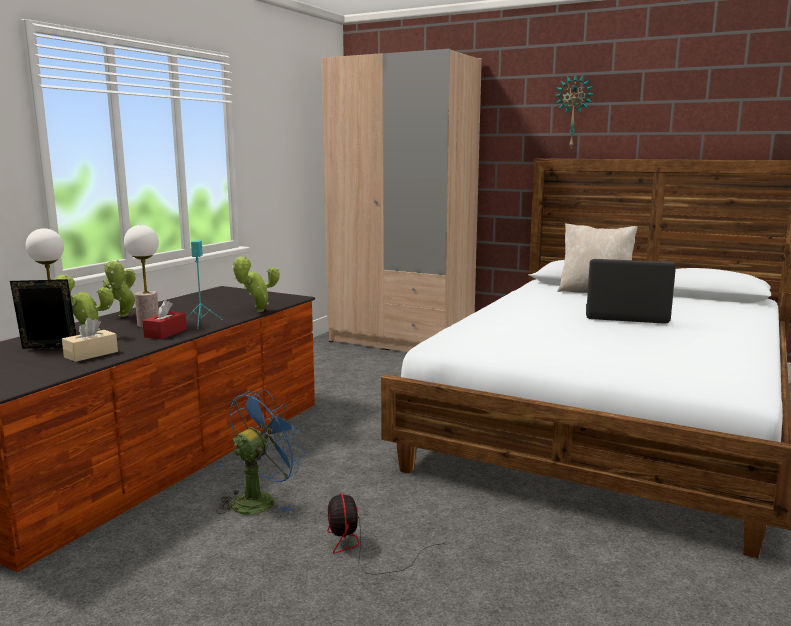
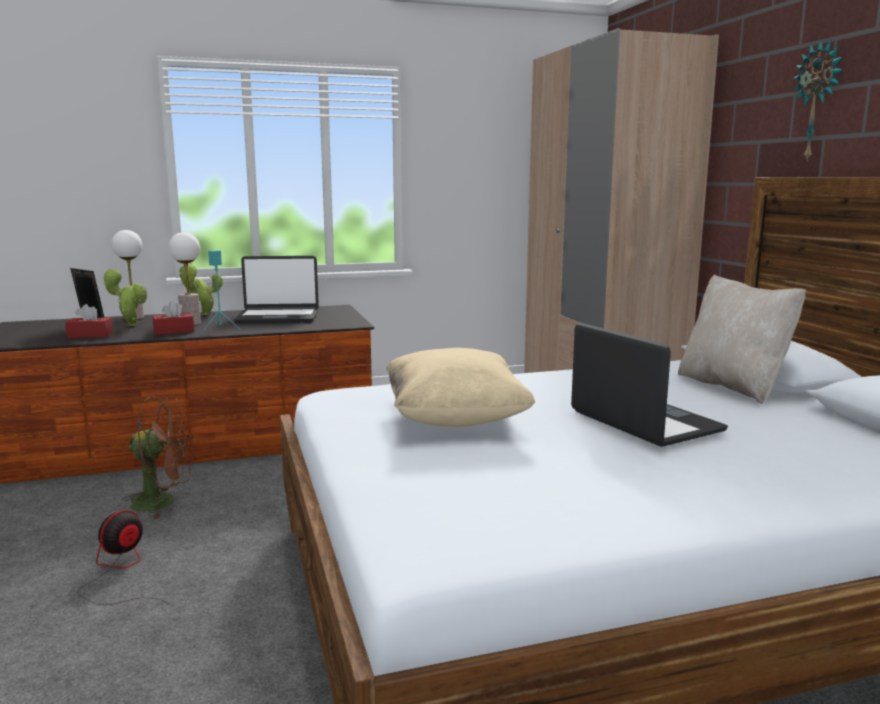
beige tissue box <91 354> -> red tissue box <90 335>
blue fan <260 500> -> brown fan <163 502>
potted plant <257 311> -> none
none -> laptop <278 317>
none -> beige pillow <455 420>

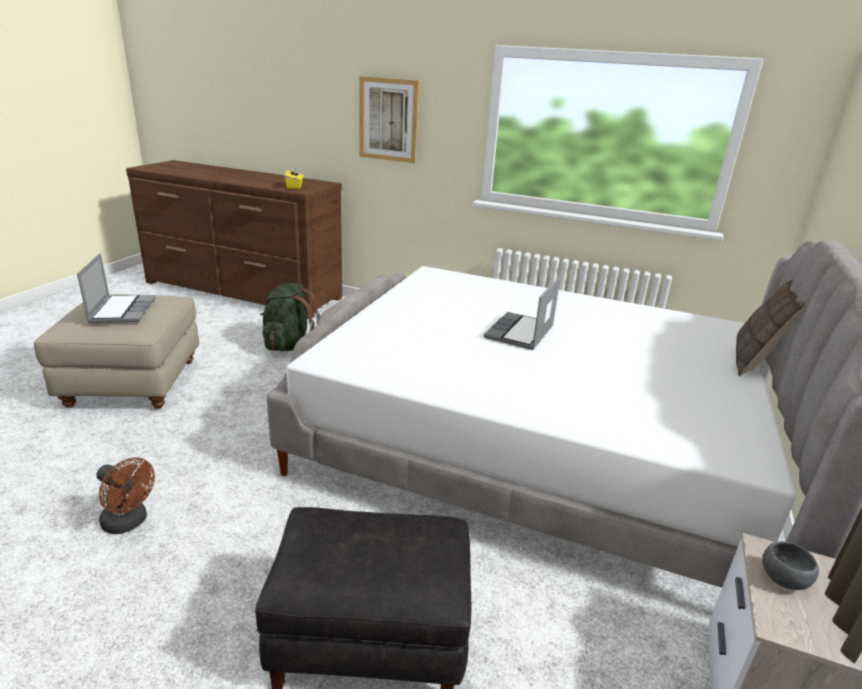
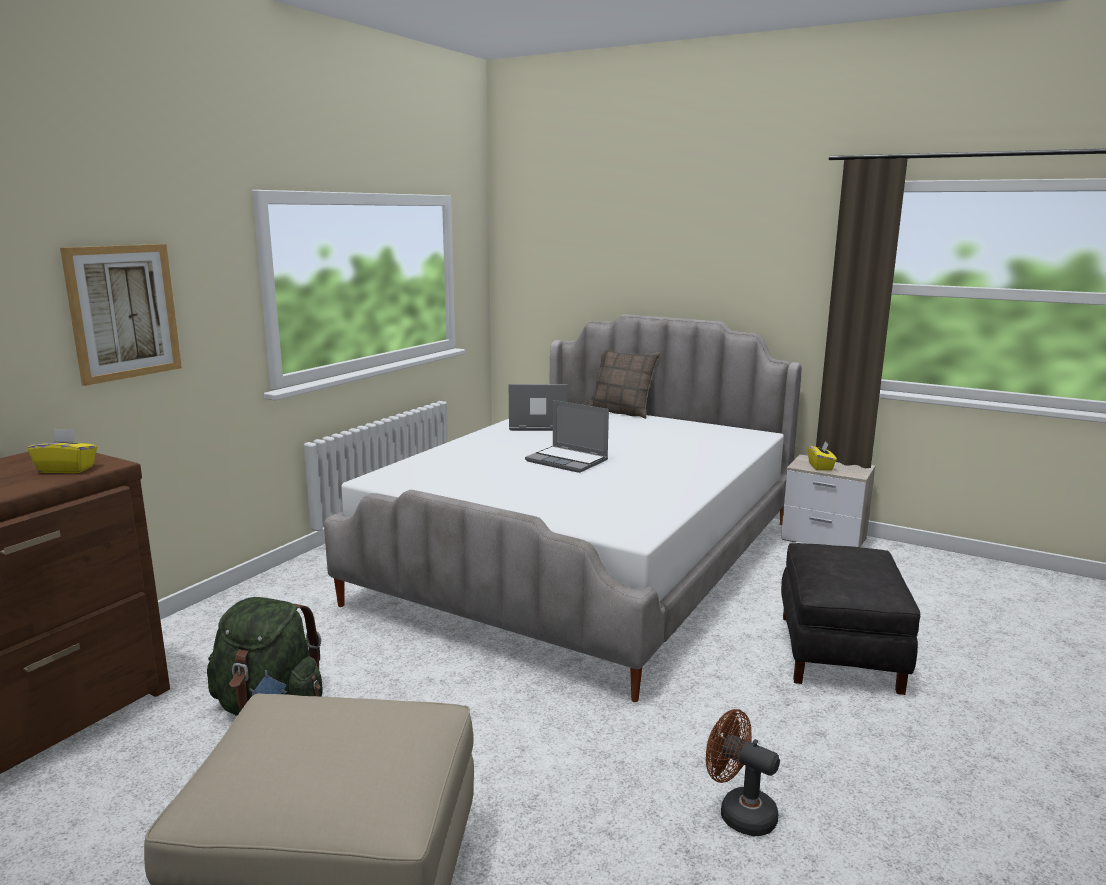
laptop <122 310> -> laptop <537 425>, moved
brown fan <129 522> -> brown fan <739 812>, 90 degrees counterclockwise
grey bowl <783 578> -> yellow tissue box <821 467>

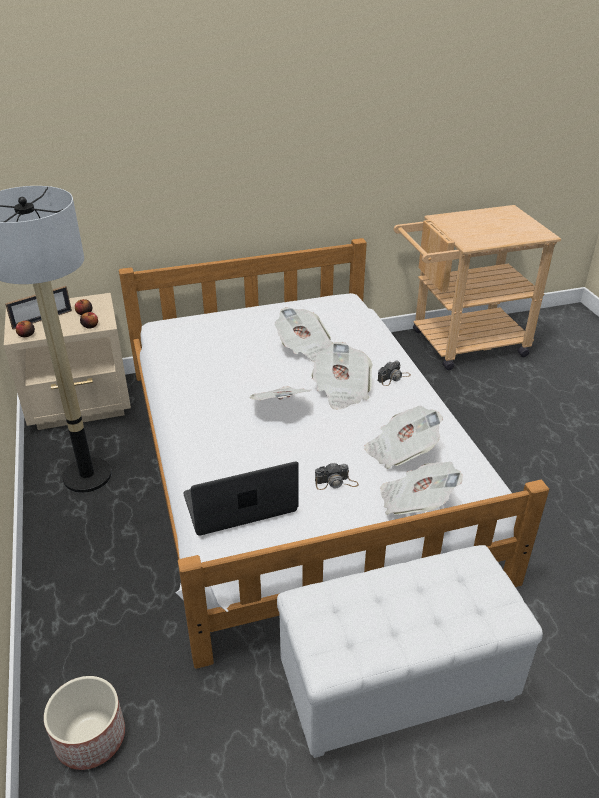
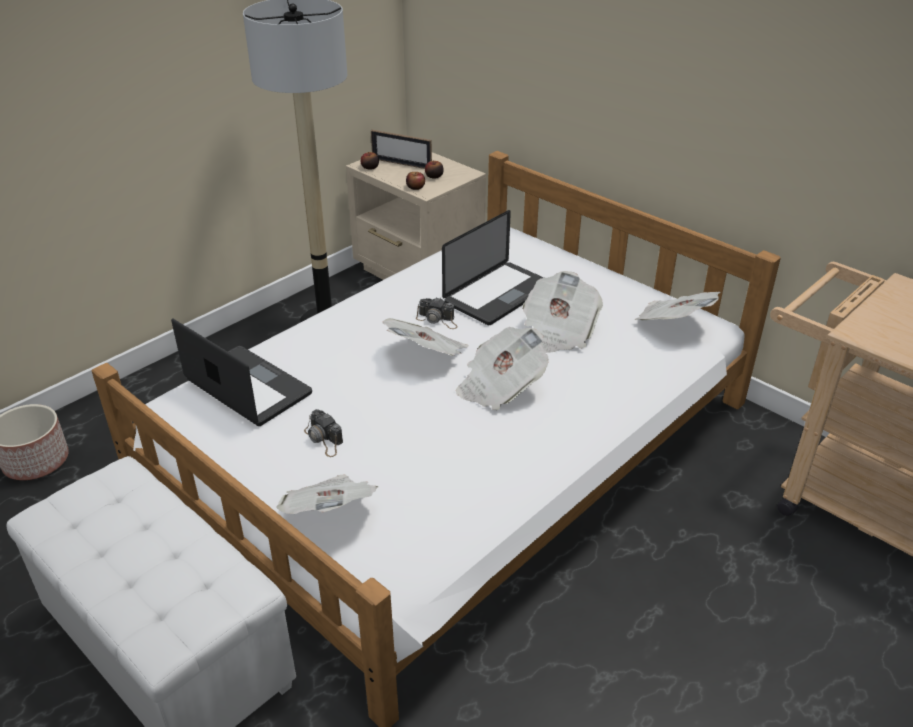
newspaper <401 451> -> newspaper <673 323>, moved
photo camera <393 377> -> photo camera <437 320>, moved
none -> laptop <498 295>

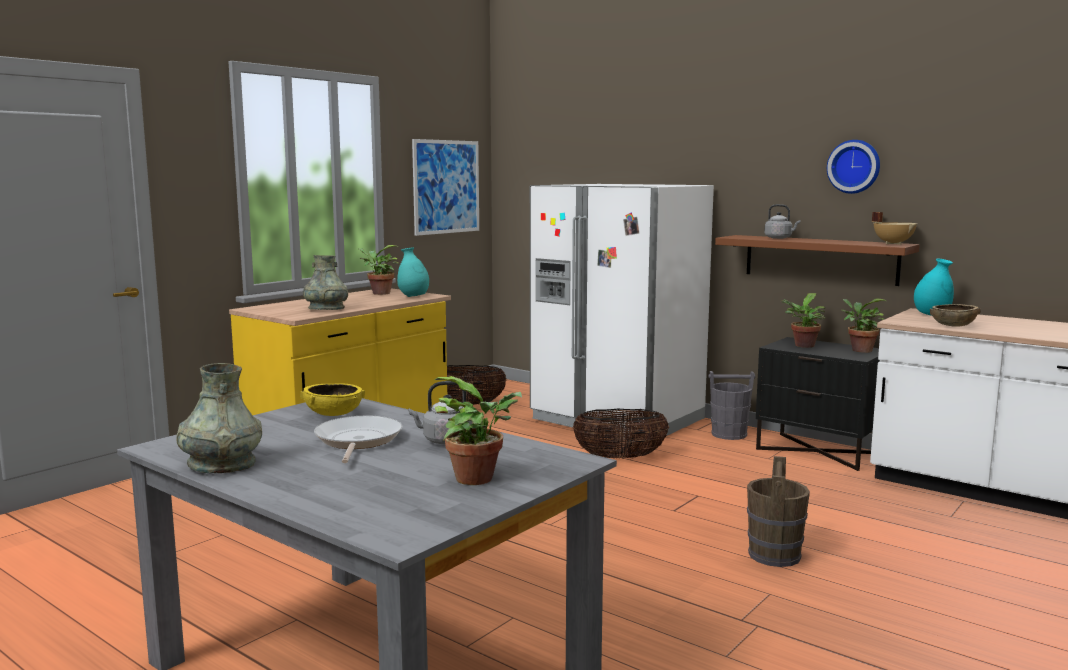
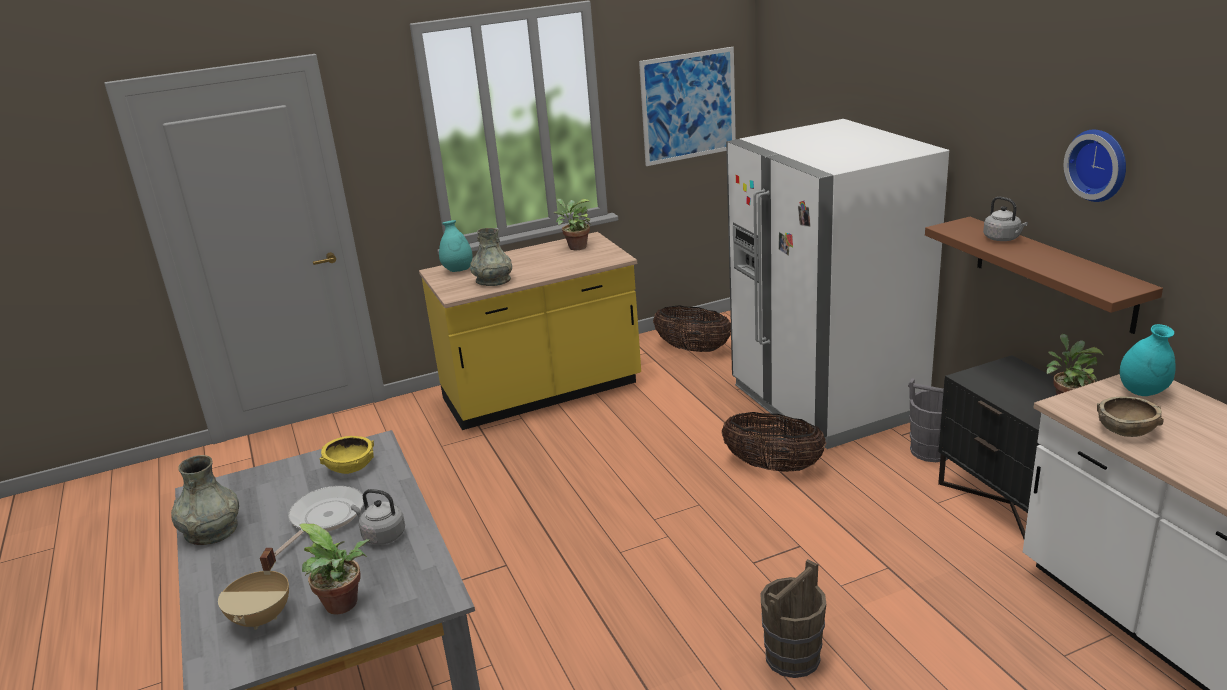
turquoise vase <413 297> -> turquoise vase <458 271>, moved
potted plant <803 346> -> none
beige cooking pot <893 243> -> beige cooking pot <263 618>, moved

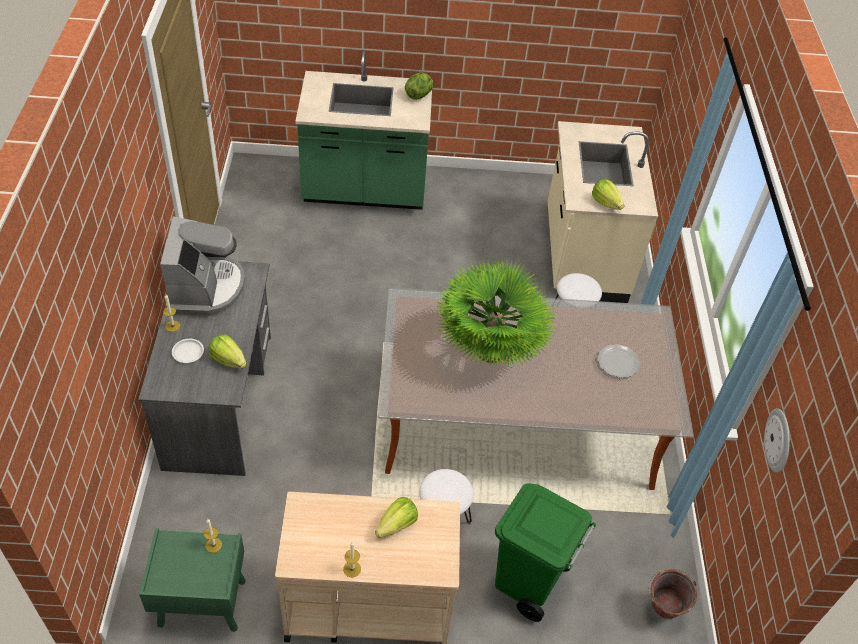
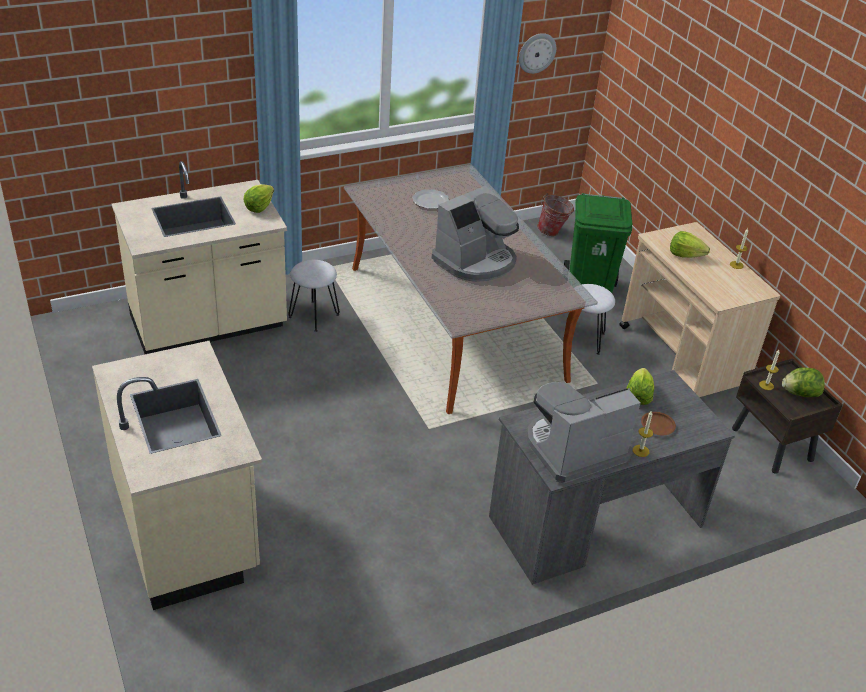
green nightstand <201 603> -> brown nightstand <772 445>
white plate <188 352> -> brown plate <657 426>
green counter <364 190> -> beige counter <188 528>
lettuce <419 95> -> lettuce <799 394>, moved
potted plant <490 351> -> coffee machine <476 261>

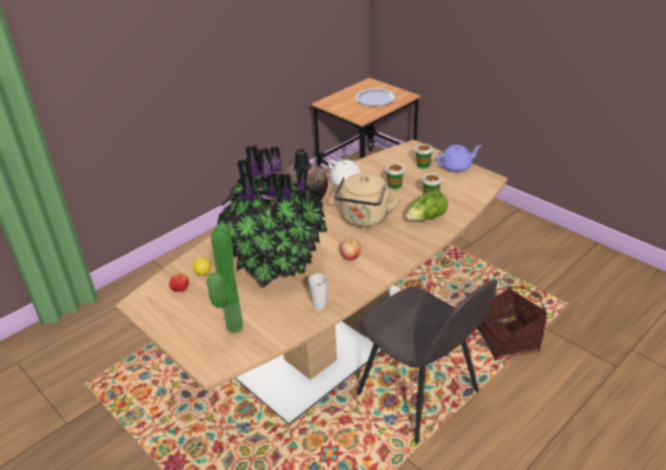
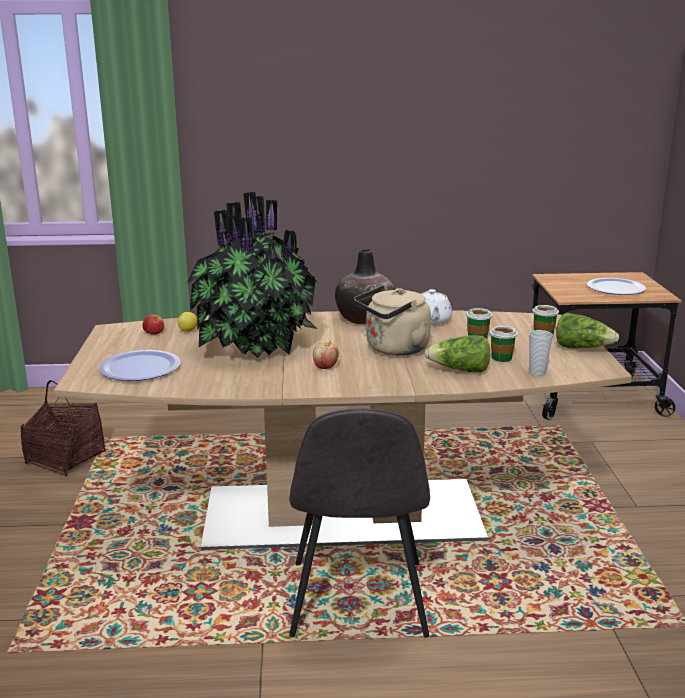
potted plant <231 327> -> plate <140 368>
cup <319 306> -> cup <537 373>, moved
purple teapot <456 167> -> lettuce <582 348>
basket <506 340> -> basket <65 458>, moved

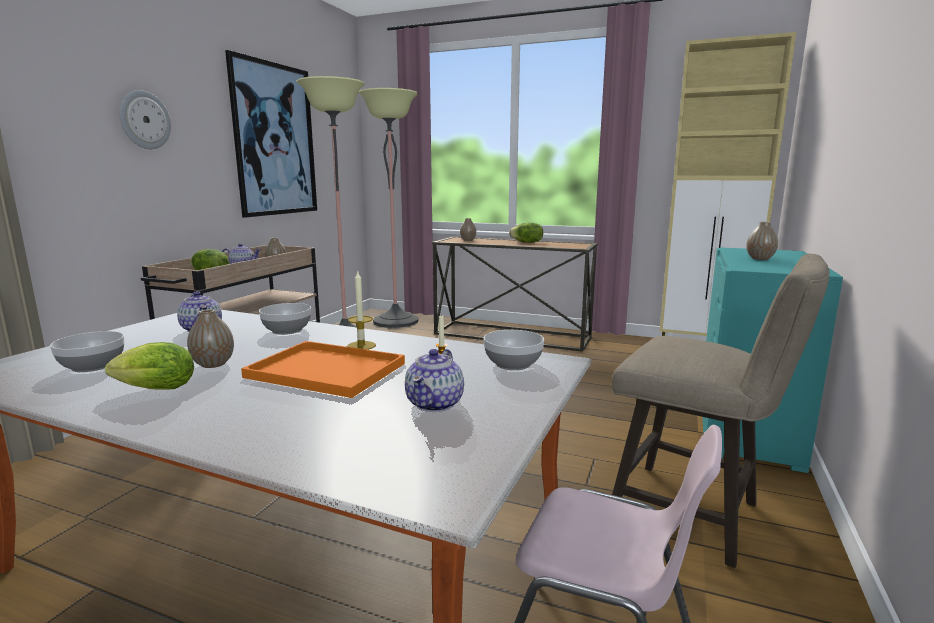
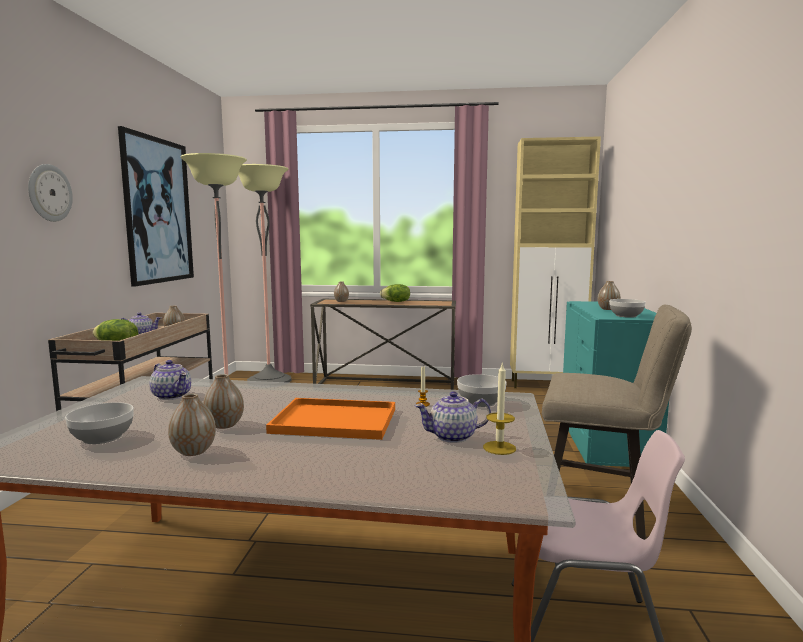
lettuce <152 390> -> vase <193 451>
bowl <287 330> -> bowl <625 316>, moved
candle <361 346> -> candle <499 448>, moved
teapot <435 403> -> teapot <453 436>, 75 degrees clockwise

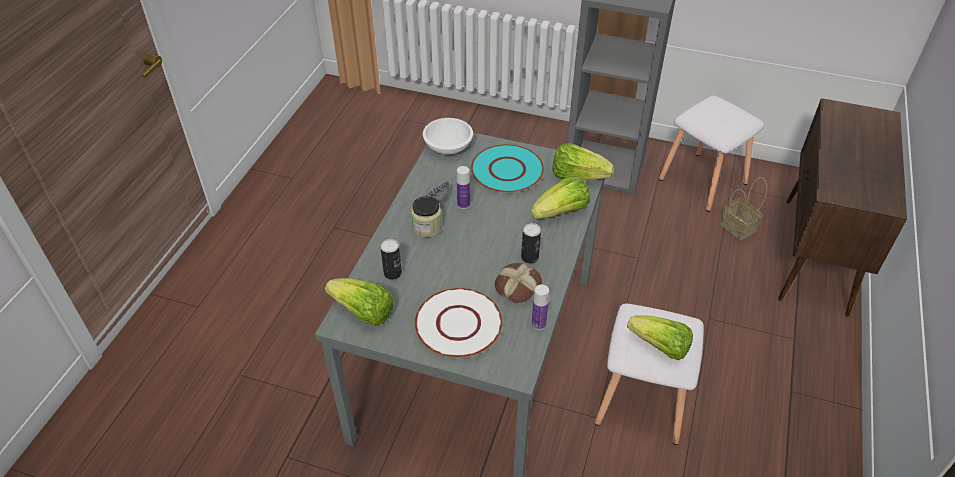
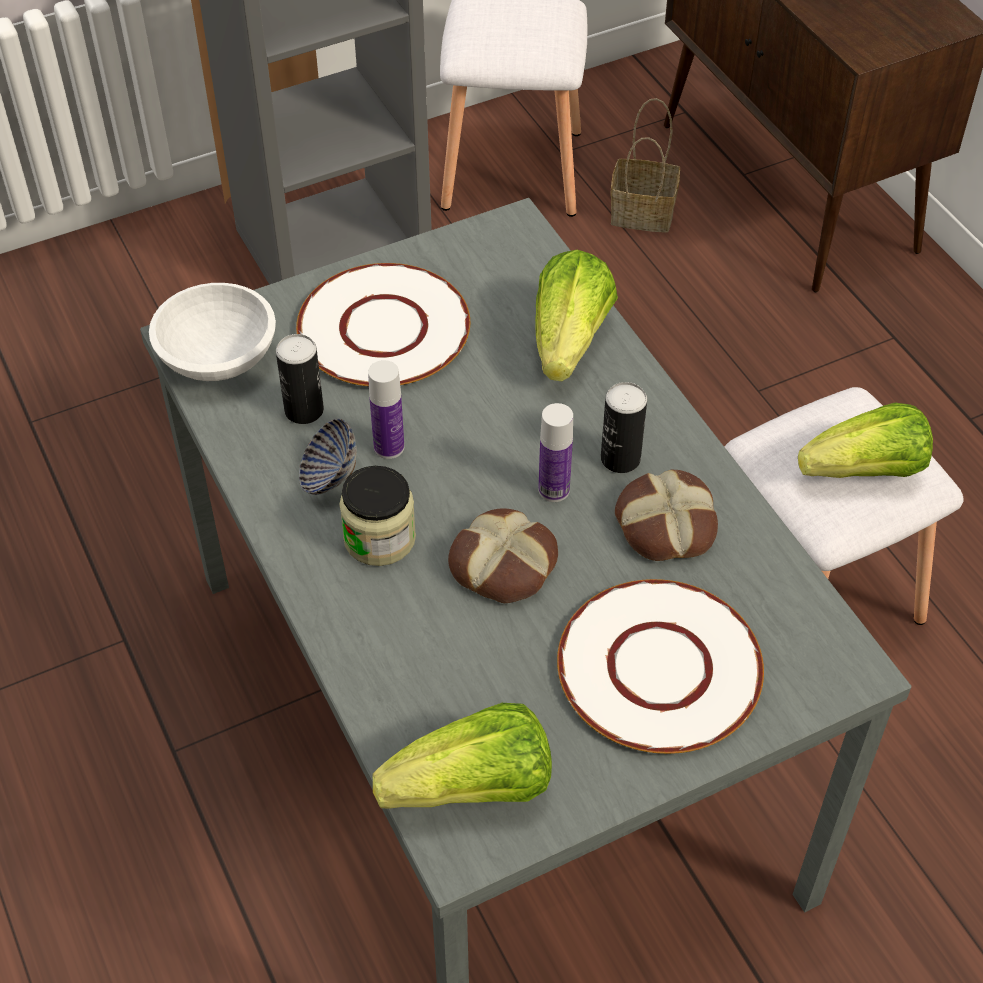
can <392 273> -> can <304 410>, moved
turquoise plate <507 170> -> white plate <384 328>
bottle <538 324> -> bottle <554 490>, moved
lettuce <578 176> -> none
none -> bread <505 565>

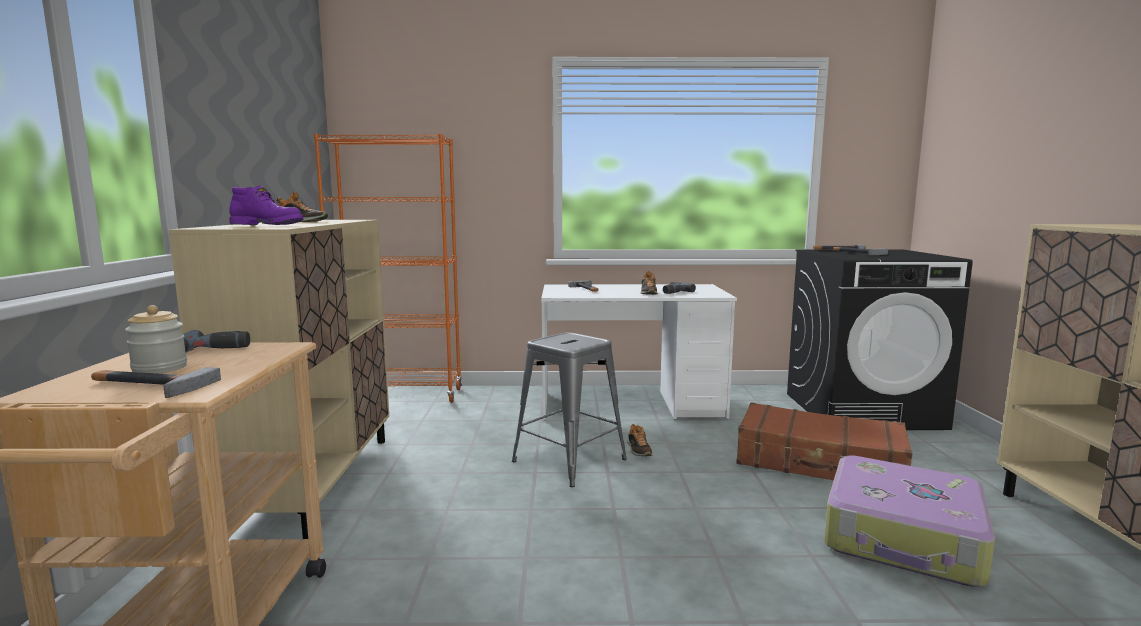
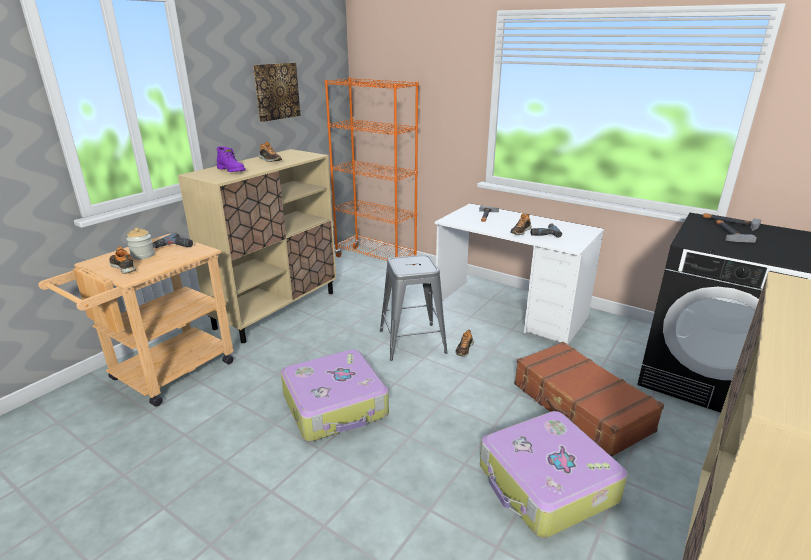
hammer <146 385> -> shoe <123 267>
none -> picture <276 91>
none -> suitcase <336 405>

